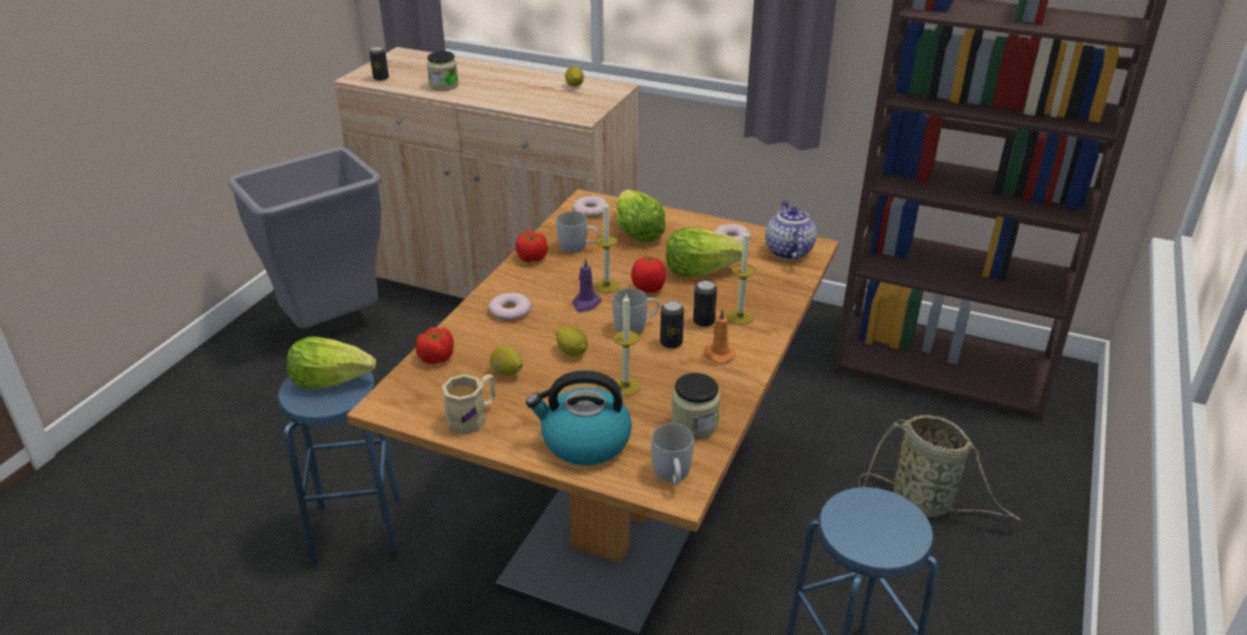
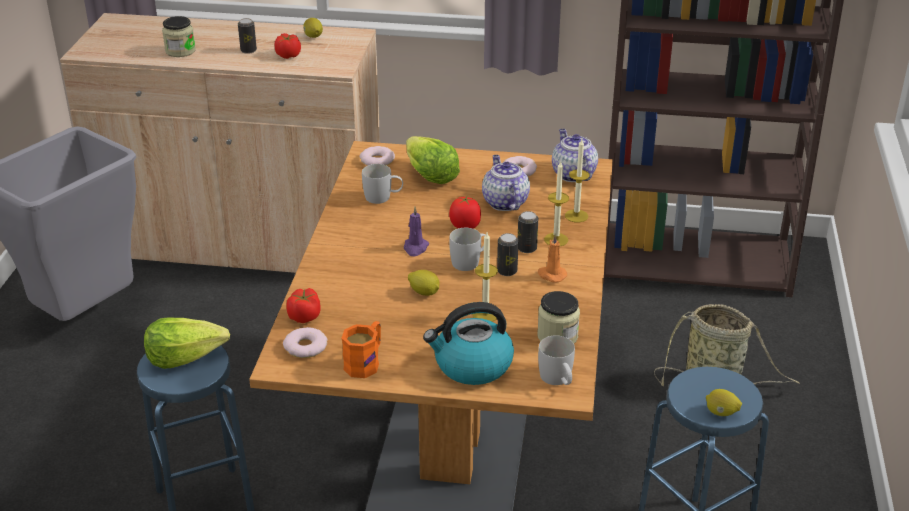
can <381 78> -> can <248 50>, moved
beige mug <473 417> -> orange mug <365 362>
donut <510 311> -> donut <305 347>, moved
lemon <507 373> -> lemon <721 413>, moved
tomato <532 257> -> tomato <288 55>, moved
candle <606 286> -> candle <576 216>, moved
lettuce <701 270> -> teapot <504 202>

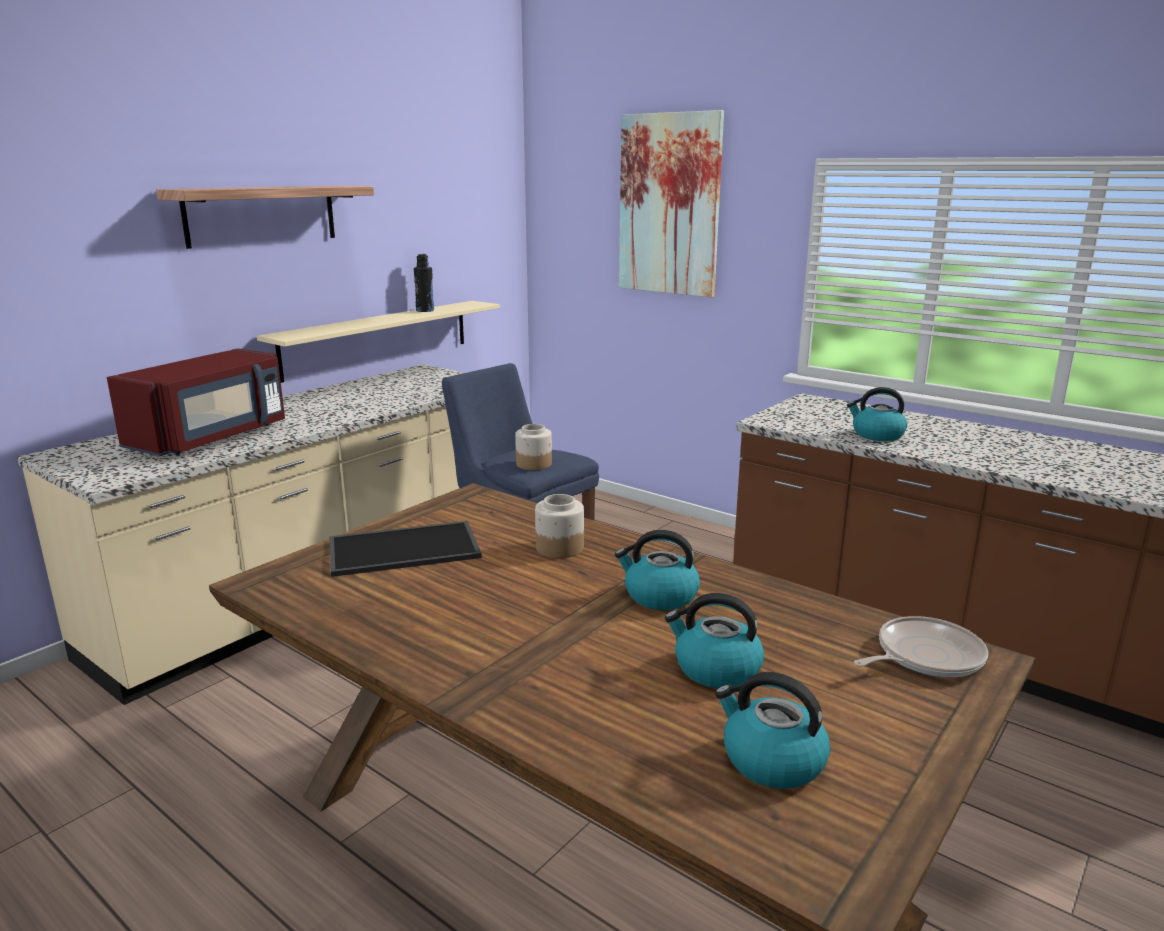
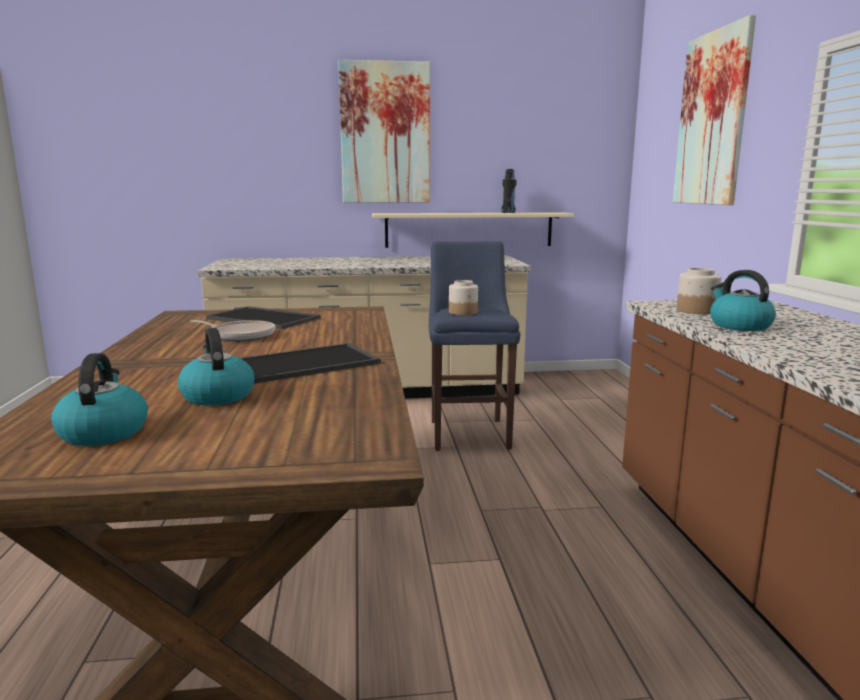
red microwave <212 437> -> none
shelf <262 215> -> picture <385 133>
jar <559 548> -> jar <696 310>, moved
kettle <659 596> -> tray <303 364>
frying pan <924 656> -> frying pan <240 335>, moved

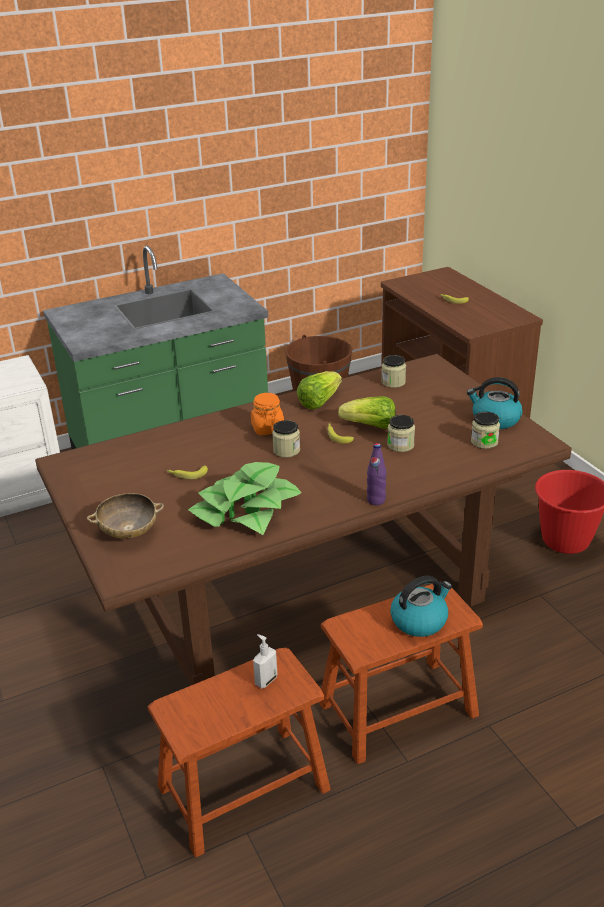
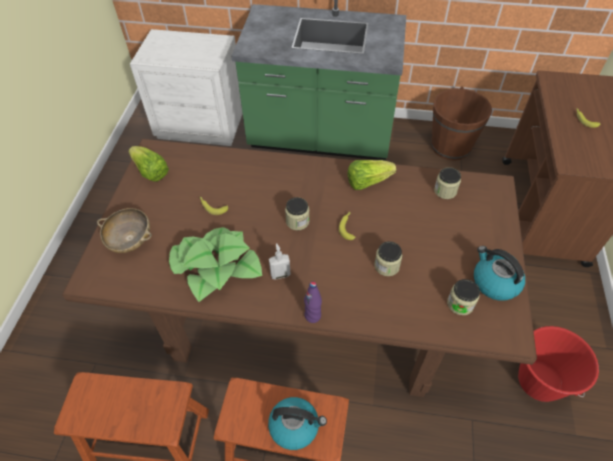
orange jar <267 428> -> none
soap dispenser <265 680> -> soap dispenser <280 274>, moved
lettuce <370 426> -> lettuce <150 172>, moved

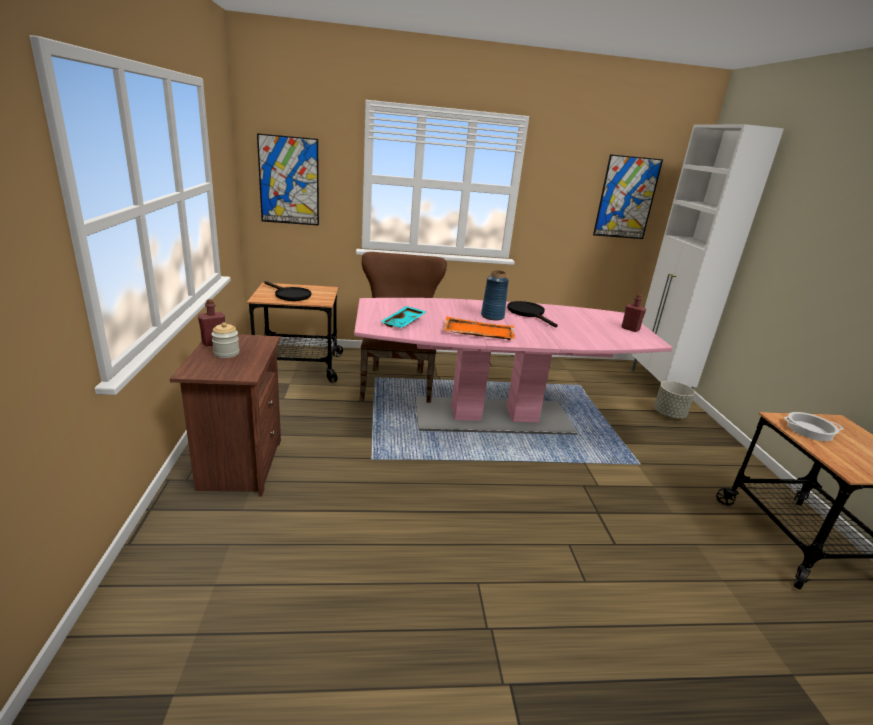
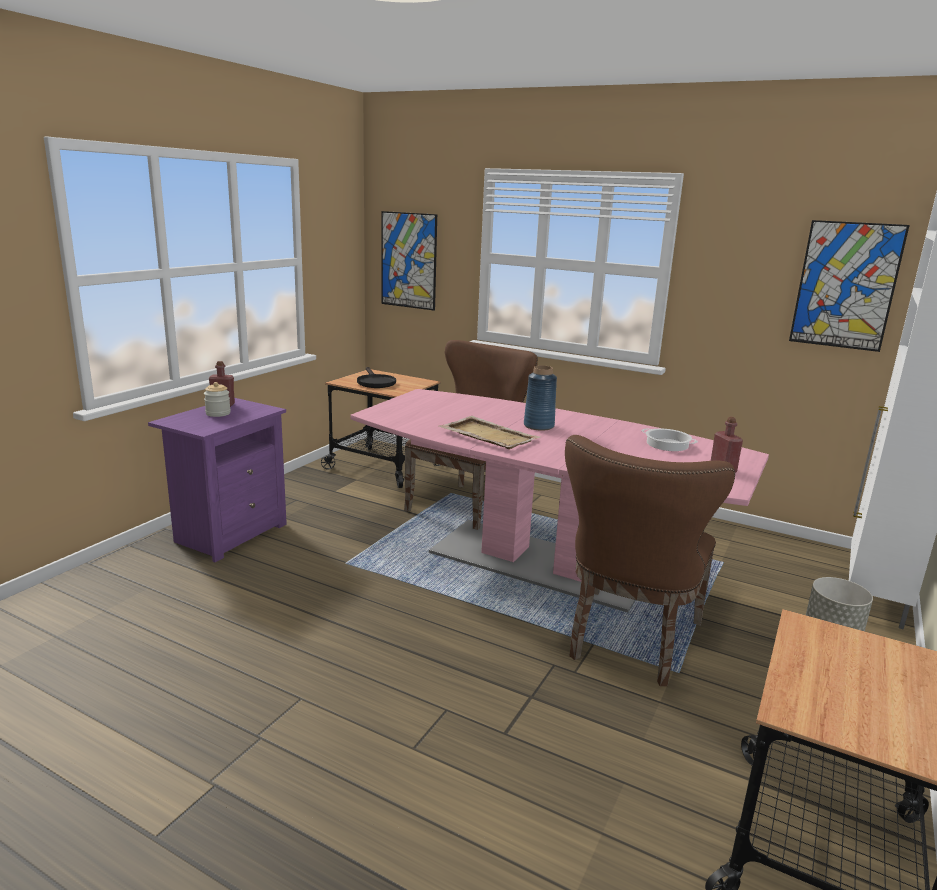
brown nightstand <239 465> -> purple nightstand <229 533>
turquoise tray <404 323> -> none
orange tray <478 331> -> beige tray <488 435>
black frying pan <528 313> -> none
cooking pot <809 430> -> cooking pot <666 444>, moved
none -> brown chair <629 643>

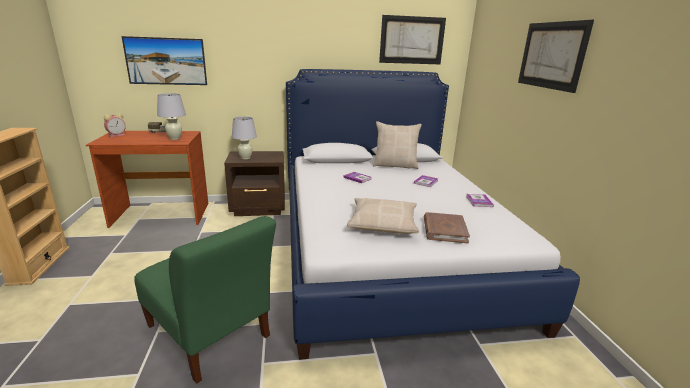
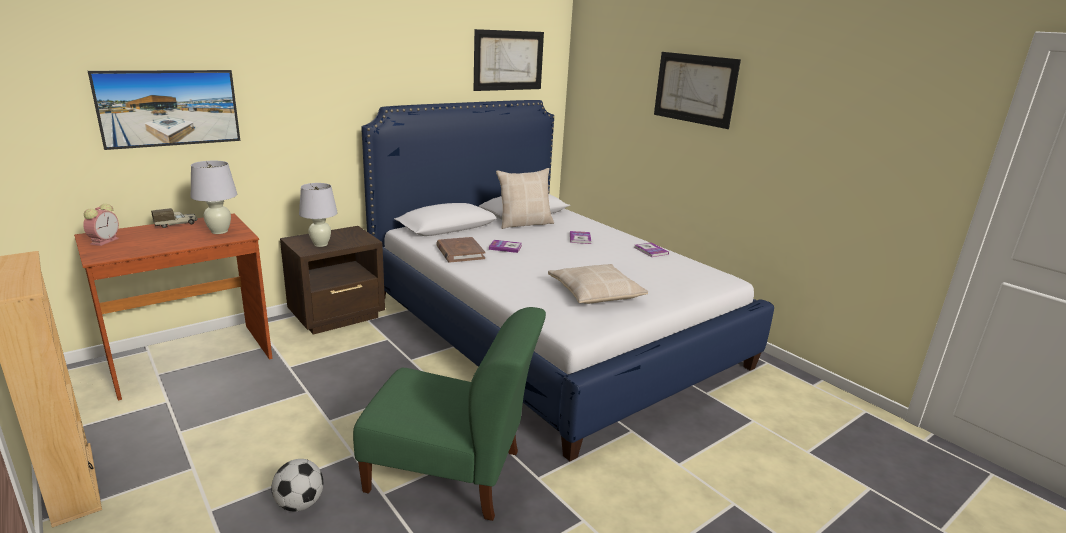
brown book <444 230> -> brown book <460 252>, moved
none -> football <299 503>

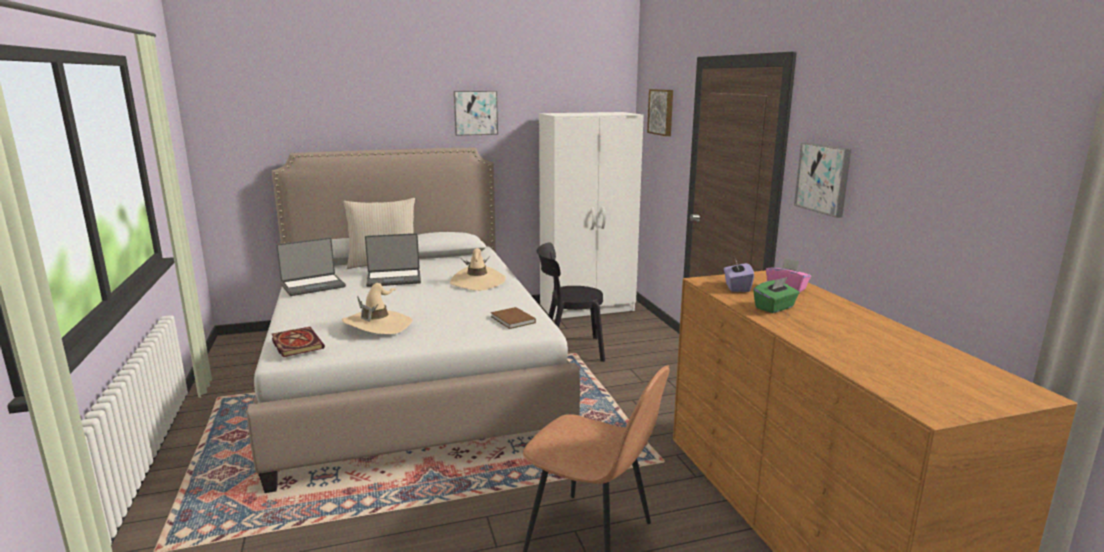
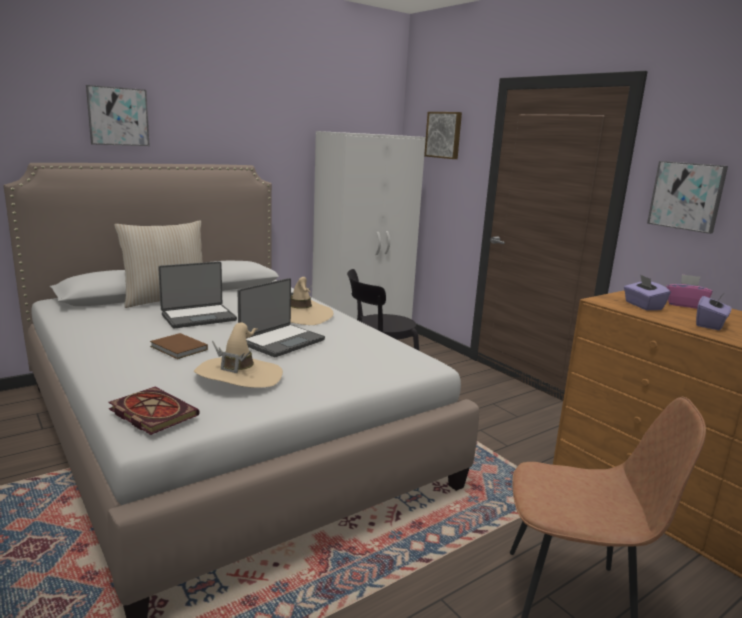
laptop <313 286> -> laptop <281 341>, moved
picture <475 113> -> picture <118 116>, moved
brown book <513 320> -> brown book <179 348>, moved
green tissue box <774 308> -> purple tissue box <710 324>

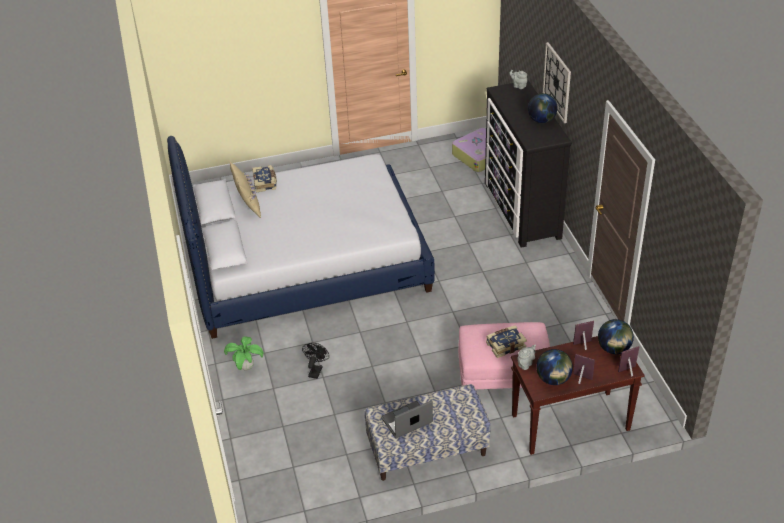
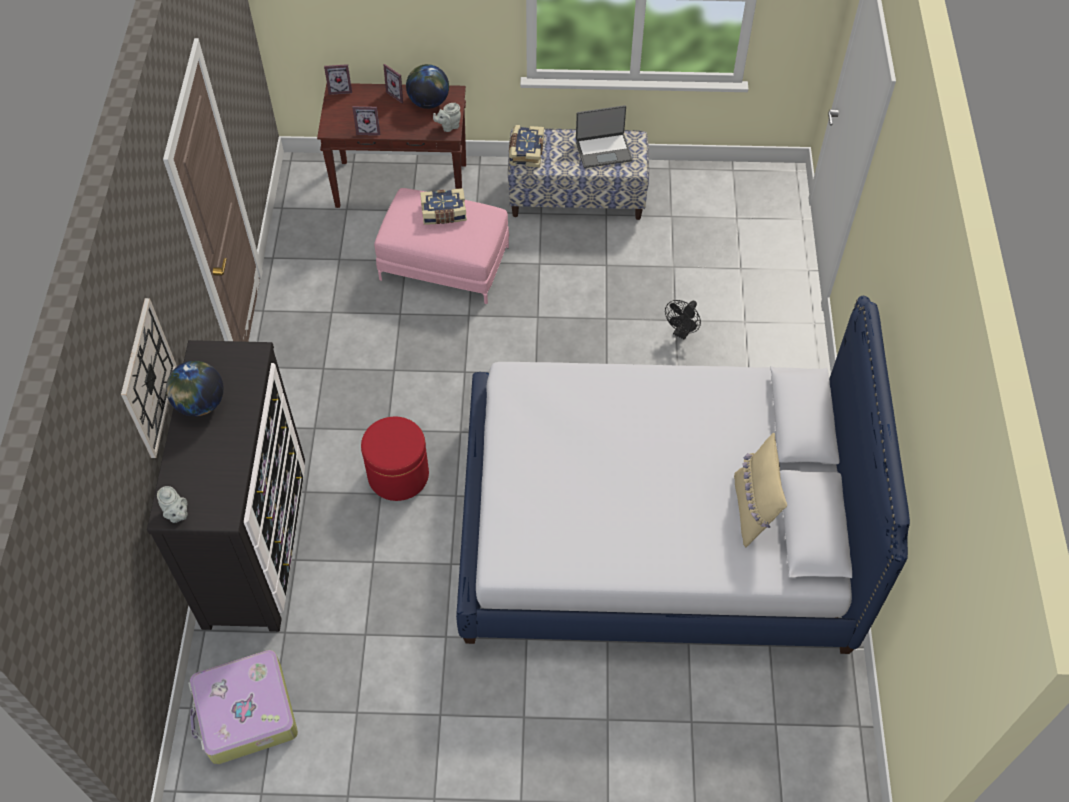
potted plant <246 367> -> none
book <265 183> -> book <525 152>, moved
globe <614 349> -> none
none -> red ottoman <398 475>

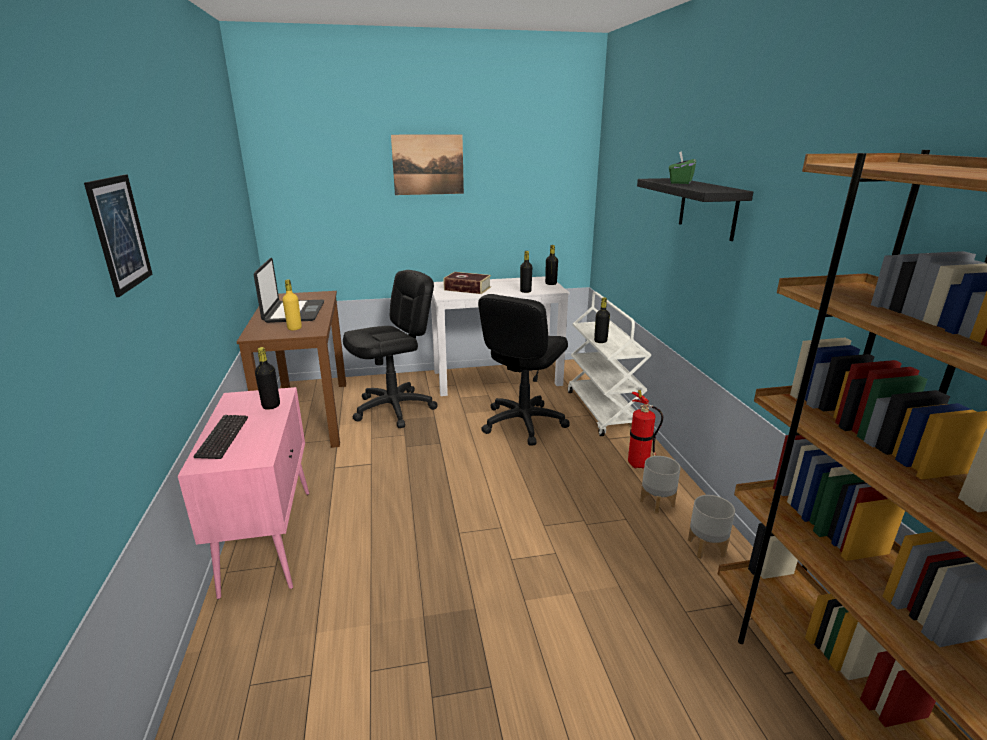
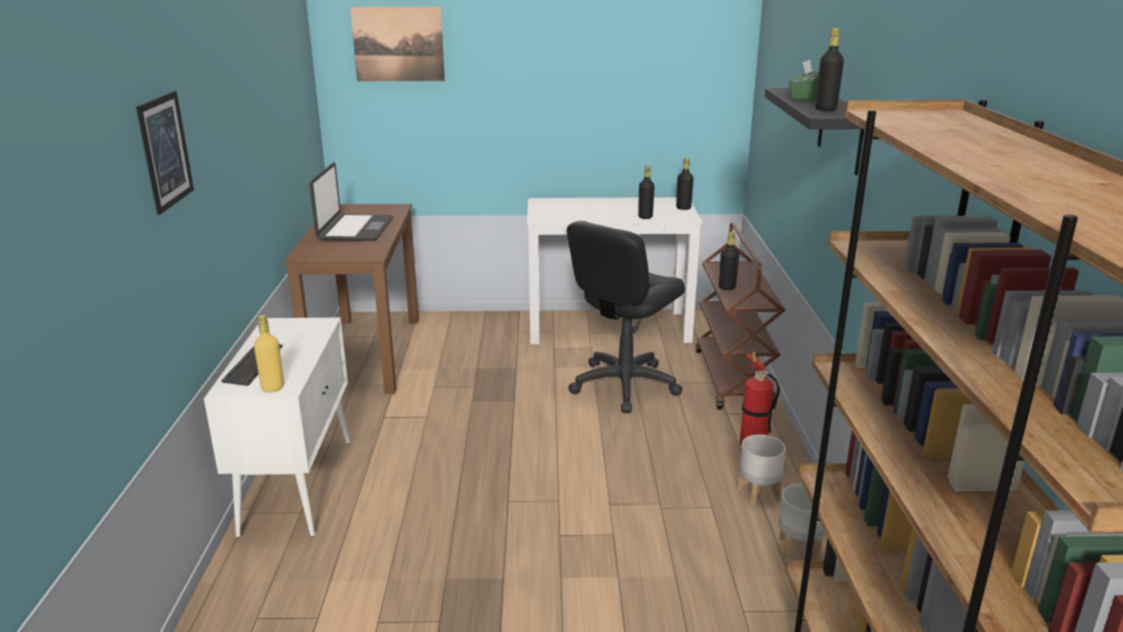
pink cabinet <268 538> -> white cabinet <298 485>
black bottle <271 406> -> black bottle <825 109>, moved
yellow bottle <294 328> -> yellow bottle <273 387>, moved
black office chair <394 409> -> none
picture <428 165> -> picture <398 44>, moved
book <467 288> -> none
white cart <603 411> -> brown cart <733 379>

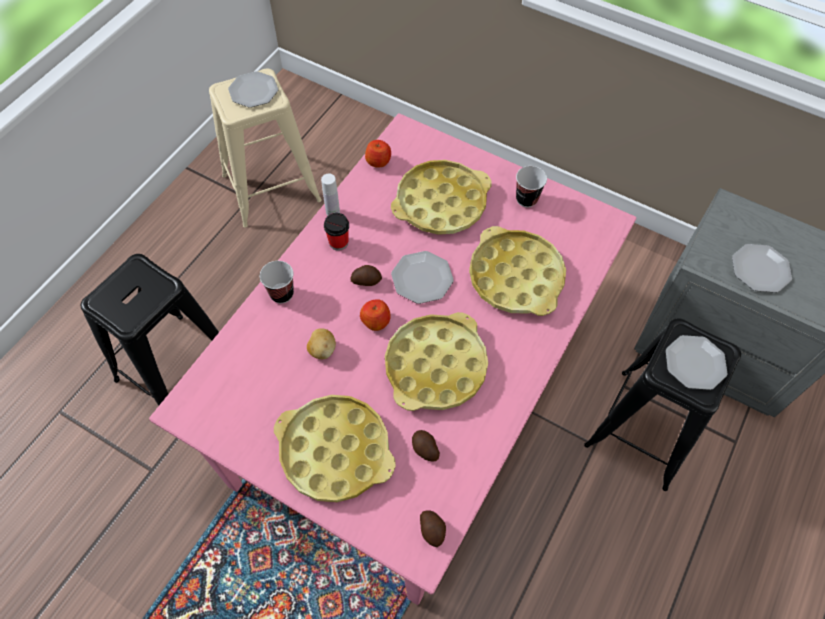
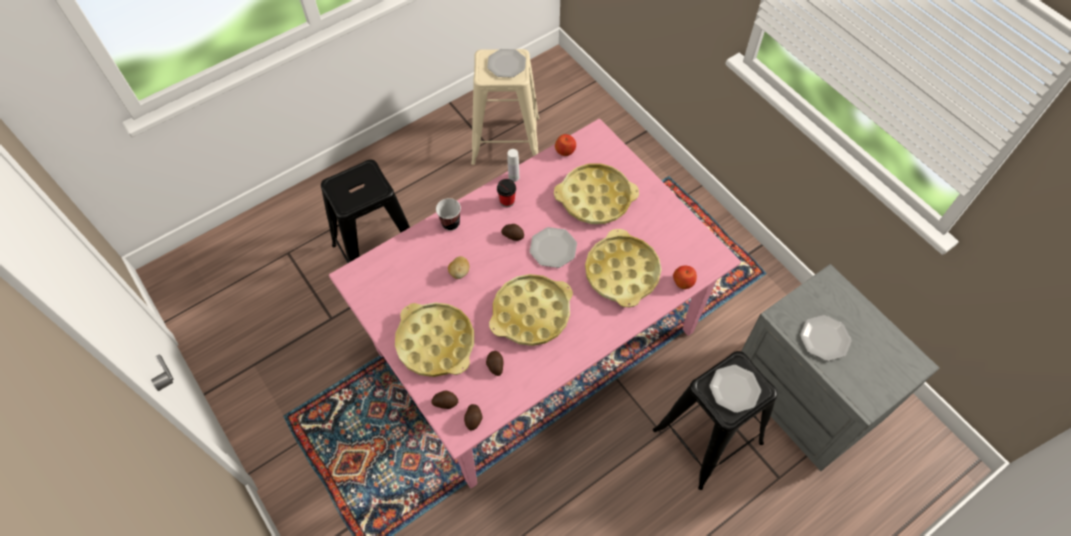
apple <375 321> -> apple <683 281>, moved
cup <526 199> -> none
none -> potato <445 402>

